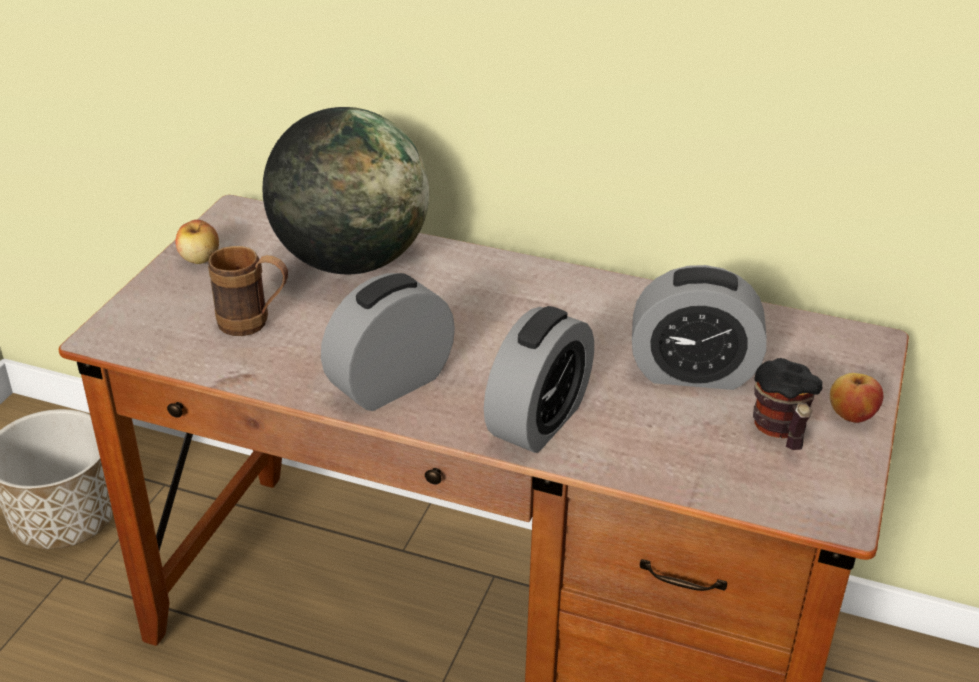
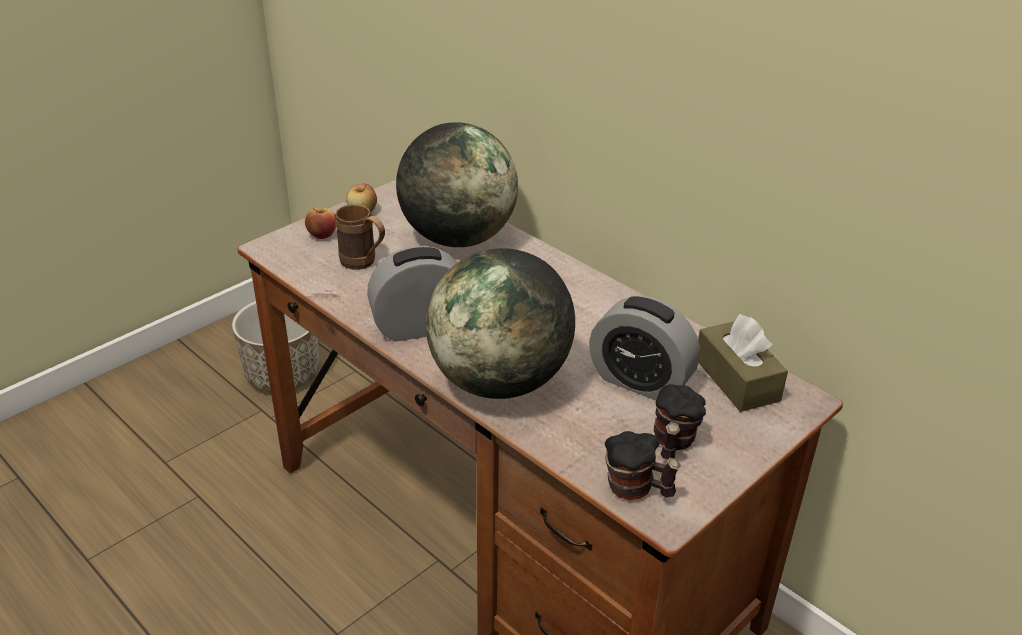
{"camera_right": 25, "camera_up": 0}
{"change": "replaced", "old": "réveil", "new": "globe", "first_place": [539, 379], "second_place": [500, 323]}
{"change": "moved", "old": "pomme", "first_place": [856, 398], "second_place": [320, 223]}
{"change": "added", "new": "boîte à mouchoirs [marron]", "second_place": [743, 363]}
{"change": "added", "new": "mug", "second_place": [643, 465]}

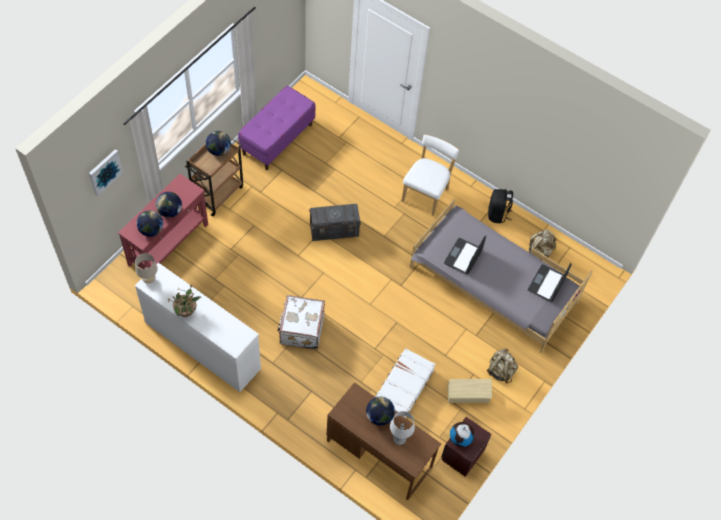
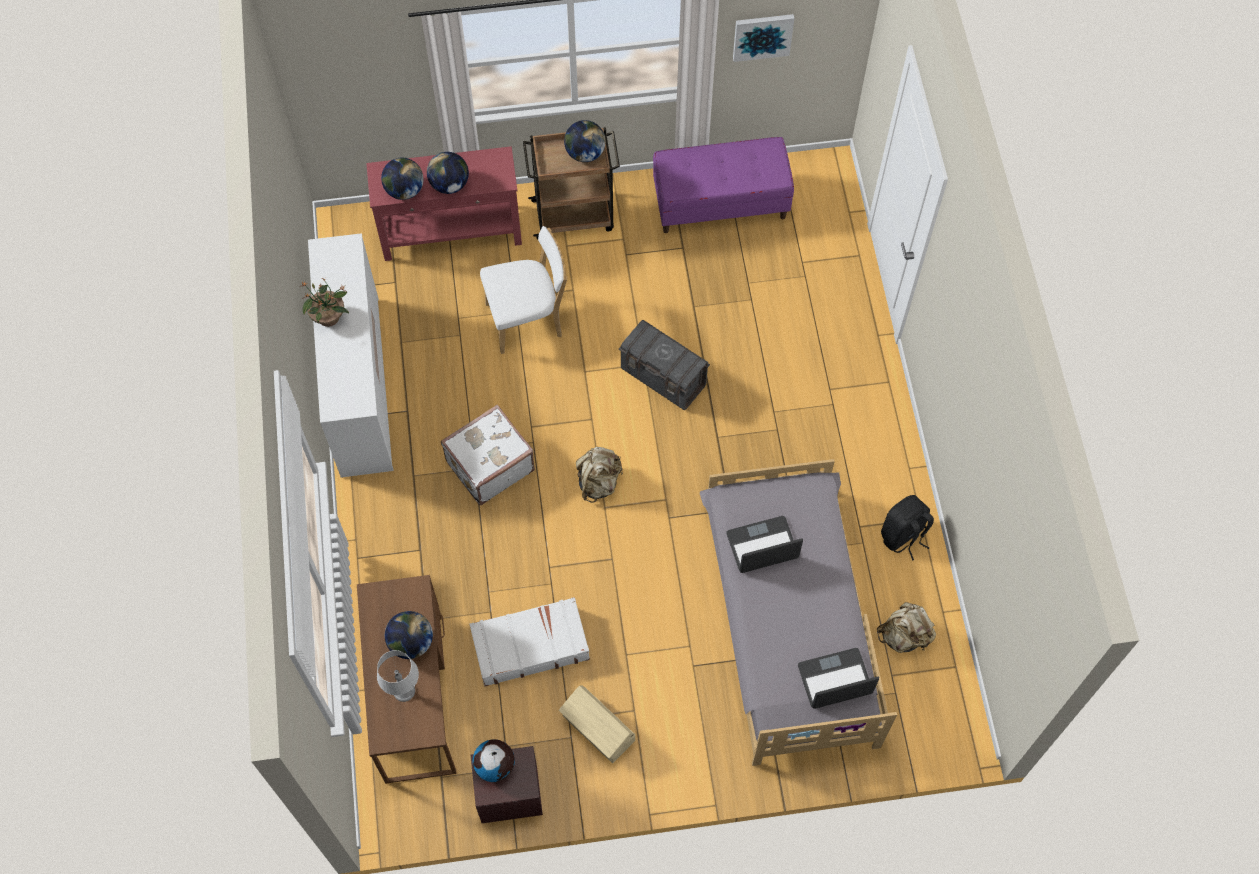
{"camera_right": 50, "camera_up": 5}
{"change": "moved", "old": "chaise [blanc]", "first_place": [430, 175], "second_place": [523, 290]}
{"change": "moved", "old": "tableau", "first_place": [106, 172], "second_place": [763, 38]}
{"change": "removed", "old": "lampe de table [beige]", "first_place": [146, 268]}
{"change": "moved", "old": "sac à dos [beige]", "first_place": [502, 366], "second_place": [599, 475]}

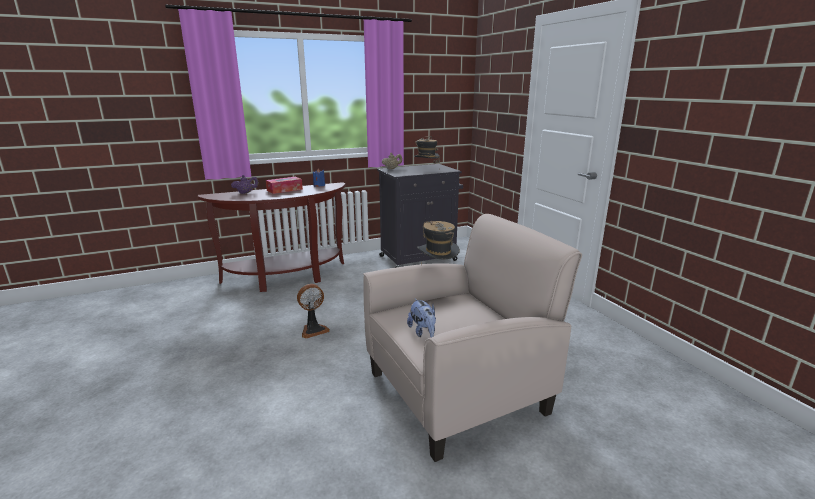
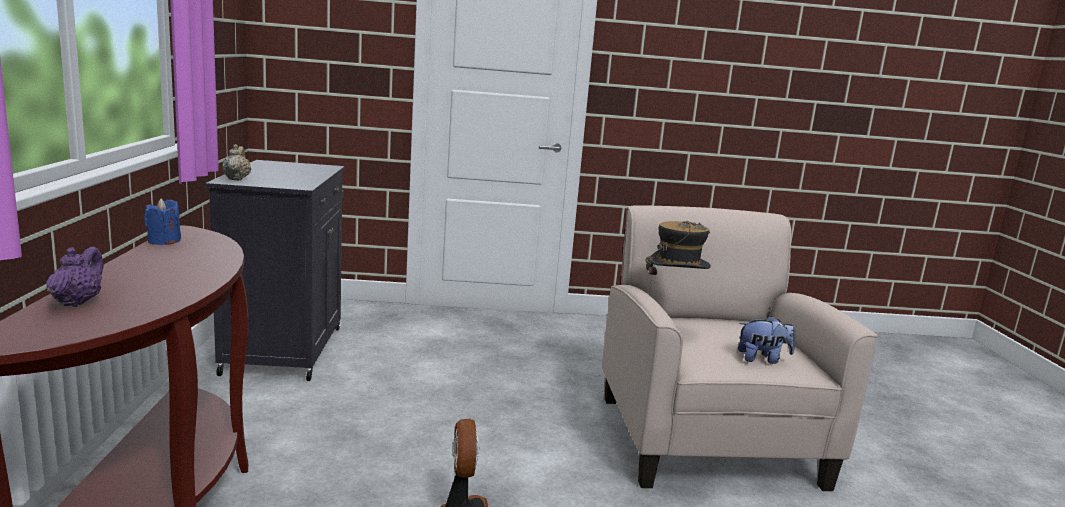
{"camera_right": -70, "camera_up": -5}
{"change": "removed", "old": "chapeau", "first_place": [427, 150]}
{"change": "removed", "old": "boîte à mouchoirs", "first_place": [284, 185]}

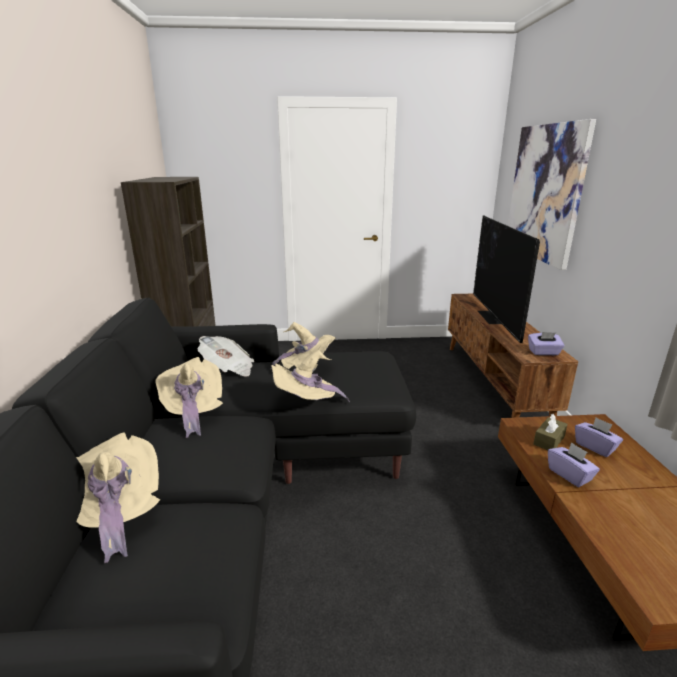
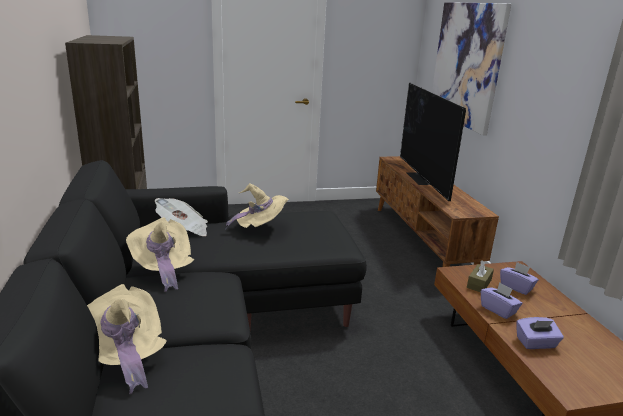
{"camera_right": -10, "camera_up": 0}
{"change": "moved", "old": "boîte à mouchoirs [violet]", "first_place": [546, 343], "second_place": [540, 333]}
{"change": "removed", "old": "chapeau [beige]", "first_place": [310, 376]}

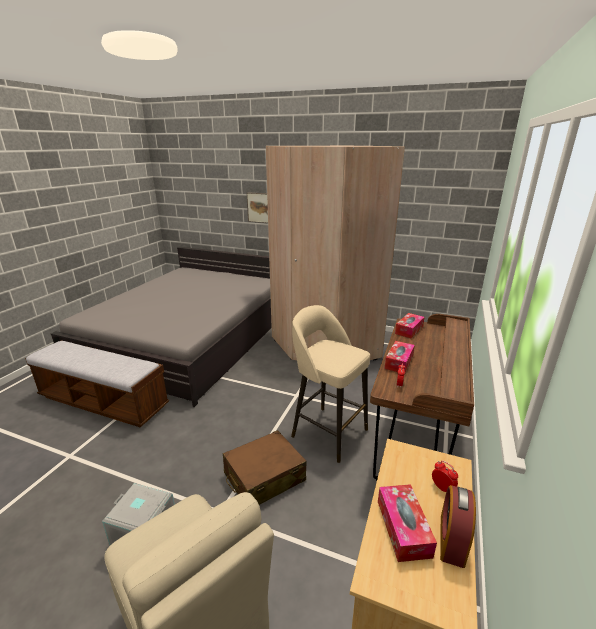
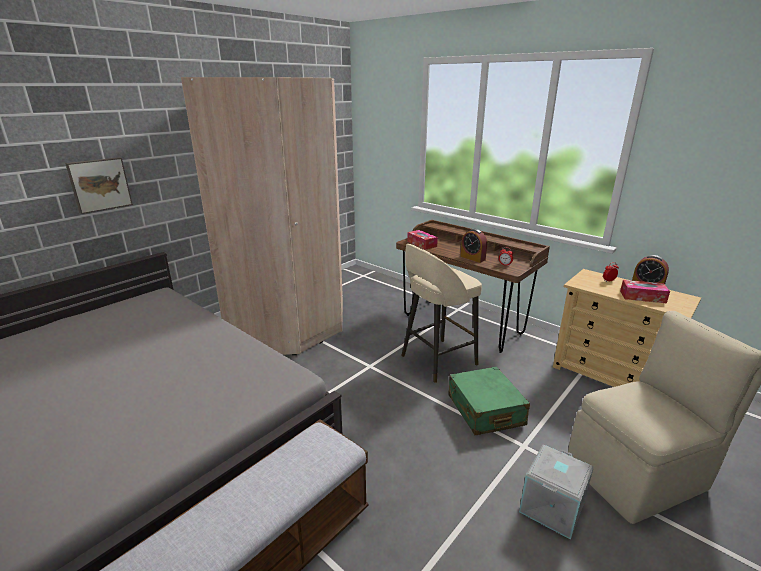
{"camera_right": -70, "camera_up": 0}
{"change": "replaced", "old": "boîte à mouchoirs", "new": "réveil", "first_place": [399, 356], "second_place": [474, 246]}
{"change": "recoloured", "old": "valise [marron]", "new": "valise [vert]", "first_place": [265, 467], "second_place": [489, 400]}

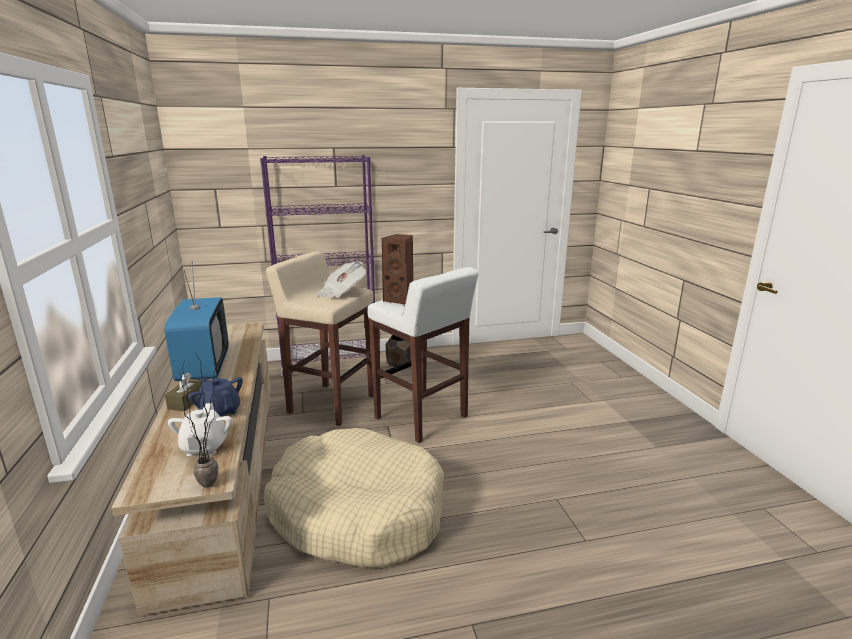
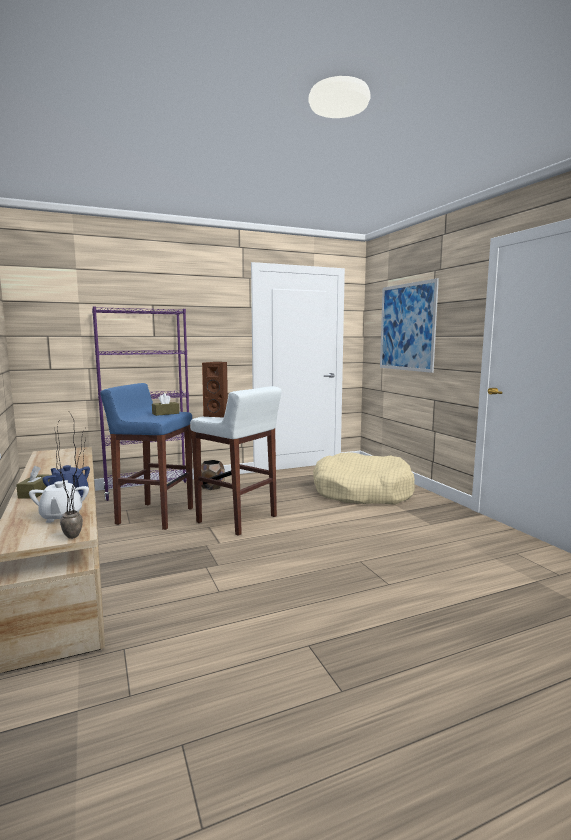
{"camera_right": -10, "camera_up": -10}
{"change": "recoloured", "old": "tabouret [beige]", "new": "tabouret [bleu]", "first_place": [320, 338], "second_place": [146, 456]}
{"change": "replaced", "old": "journal", "new": "boîte à mouchoirs [marron]", "first_place": [341, 279], "second_place": [165, 404]}
{"change": "removed", "old": "téléviseur", "first_place": [197, 321]}
{"change": "moved", "old": "panier pour chien [beige]", "first_place": [354, 498], "second_place": [364, 478]}
{"change": "added", "new": "tableau", "second_place": [409, 325]}

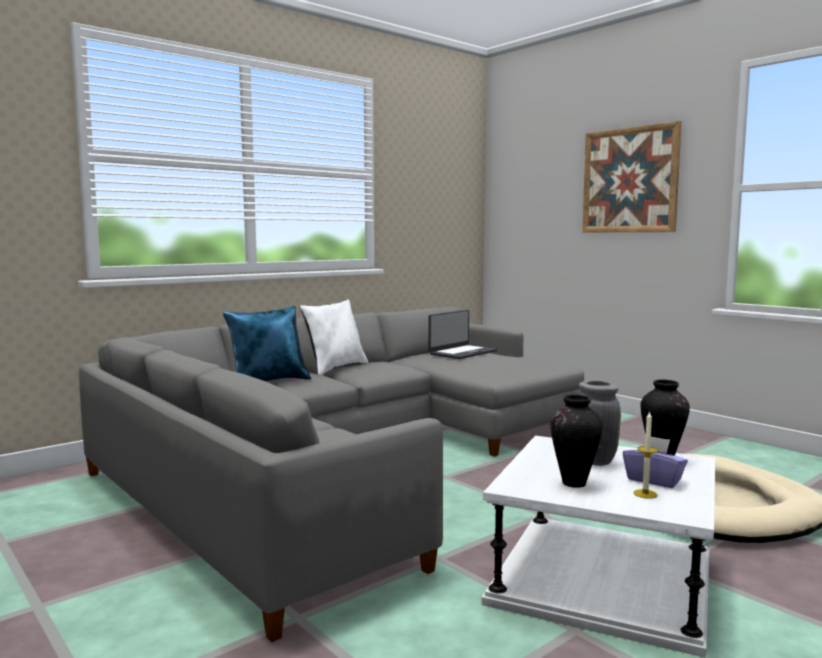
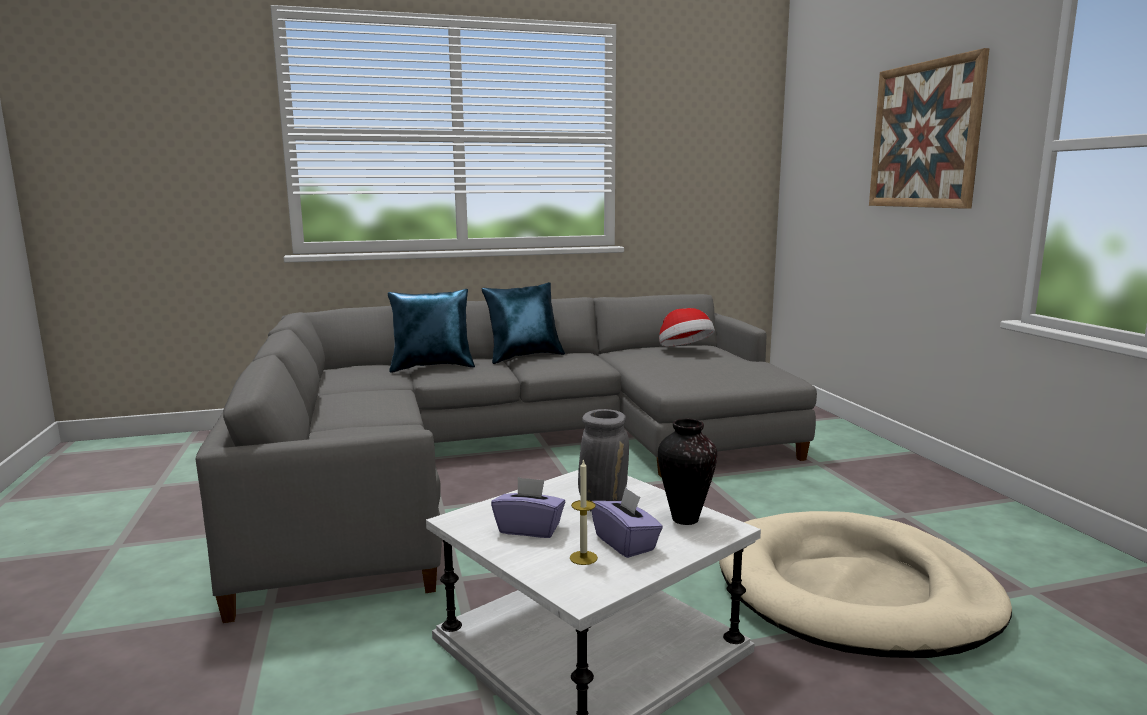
{"camera_right": 25, "camera_up": 5}
{"change": "recoloured", "old": "coussin [blanc]", "new": "coussin [bleu]", "first_place": [334, 338], "second_place": [523, 323]}
{"change": "replaced", "old": "ordinateur portable", "new": "chapeau", "first_place": [462, 334], "second_place": [687, 327]}
{"change": "replaced", "old": "vase", "new": "boîte à mouchoirs [violet]", "first_place": [576, 441], "second_place": [528, 507]}

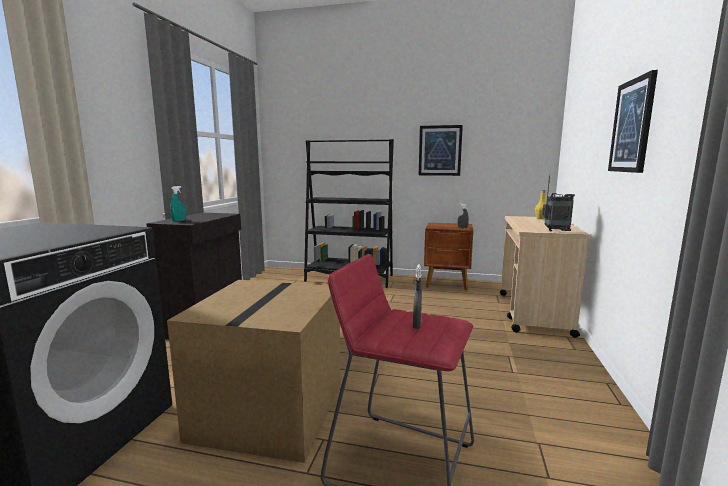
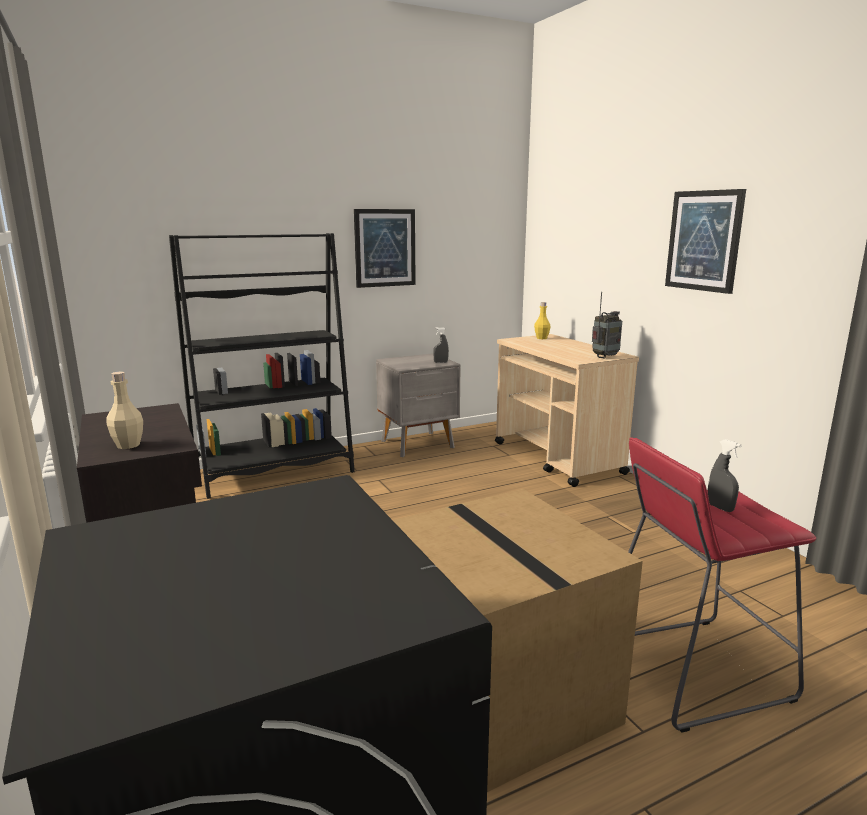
{"camera_right": -40, "camera_up": 5}
{"change": "replaced", "old": "vaporisateur [turquoise]", "new": "bouteille [beige]", "first_place": [178, 204], "second_place": [124, 410]}
{"change": "recoloured", "old": "table de chevet [marron]", "new": "table de chevet [gris]", "first_place": [448, 257], "second_place": [418, 405]}

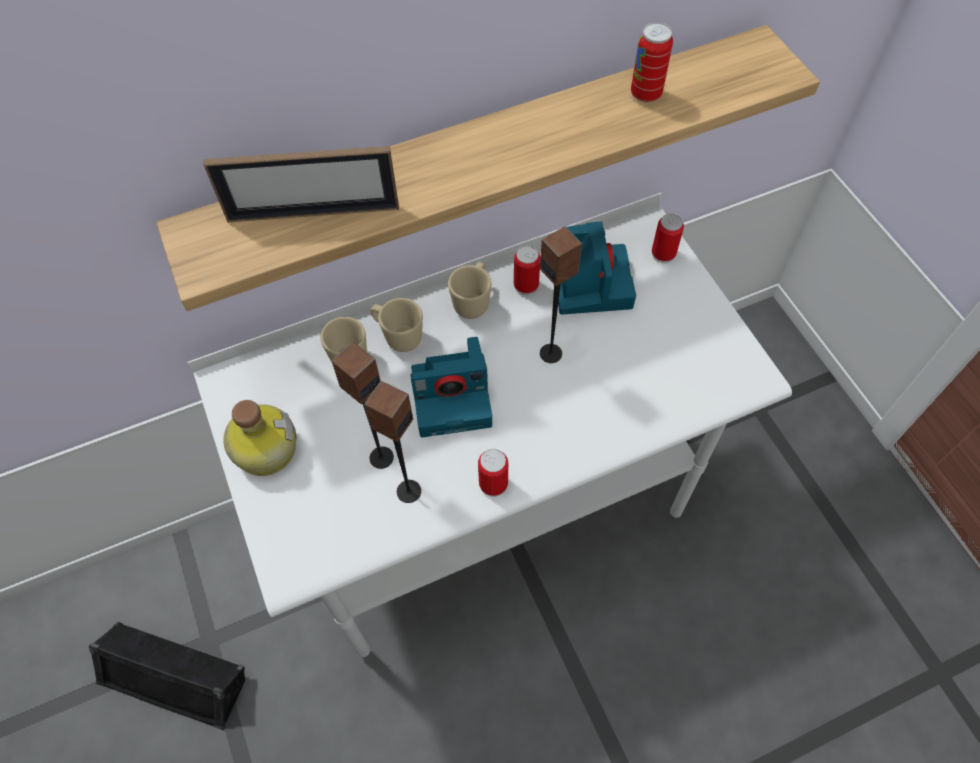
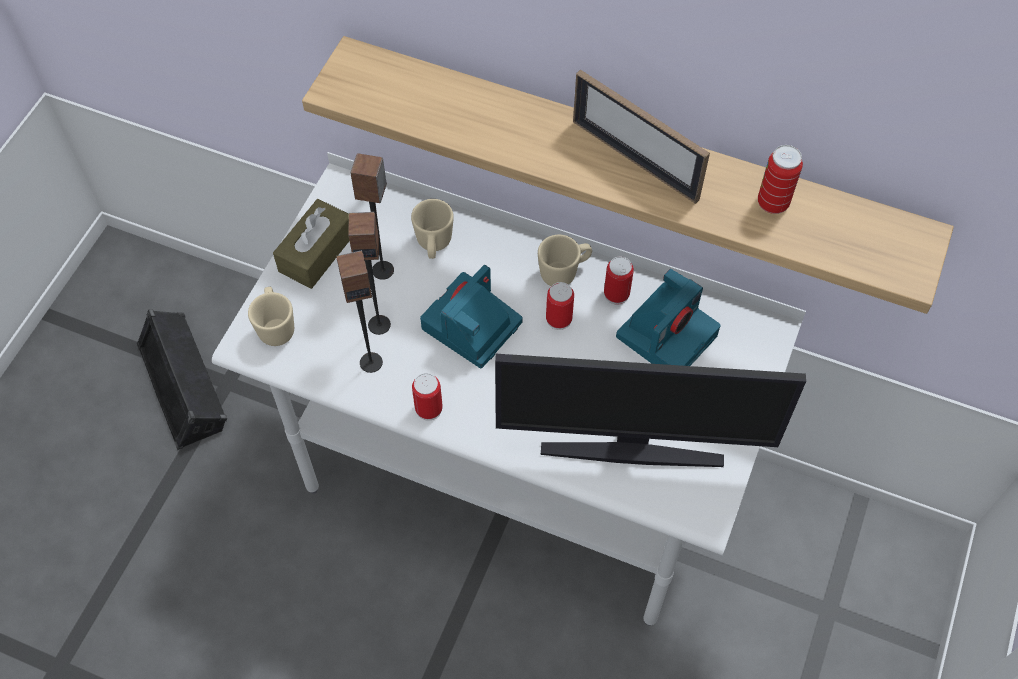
{"camera_right": 45, "camera_up": 0}
{"change": "moved", "old": "cadre photo", "first_place": [301, 184], "second_place": [641, 137]}
{"change": "moved", "old": "boîte métallique", "first_place": [668, 238], "second_place": [560, 306]}
{"change": "moved", "old": "enceinte", "first_place": [561, 294], "second_place": [372, 216]}
{"change": "moved", "old": "mug [beige]", "first_place": [396, 325], "second_place": [271, 316]}
{"change": "turned", "old": "appareil photo", "first_place": [451, 387], "second_place": [471, 316], "degrees": 90}
{"change": "replaced", "old": "bouteille", "new": "boîte à mouchoirs [marron]", "first_place": [260, 438], "second_place": [311, 244]}
{"change": "added", "new": "écran d'ordinateur", "second_place": [650, 410]}

